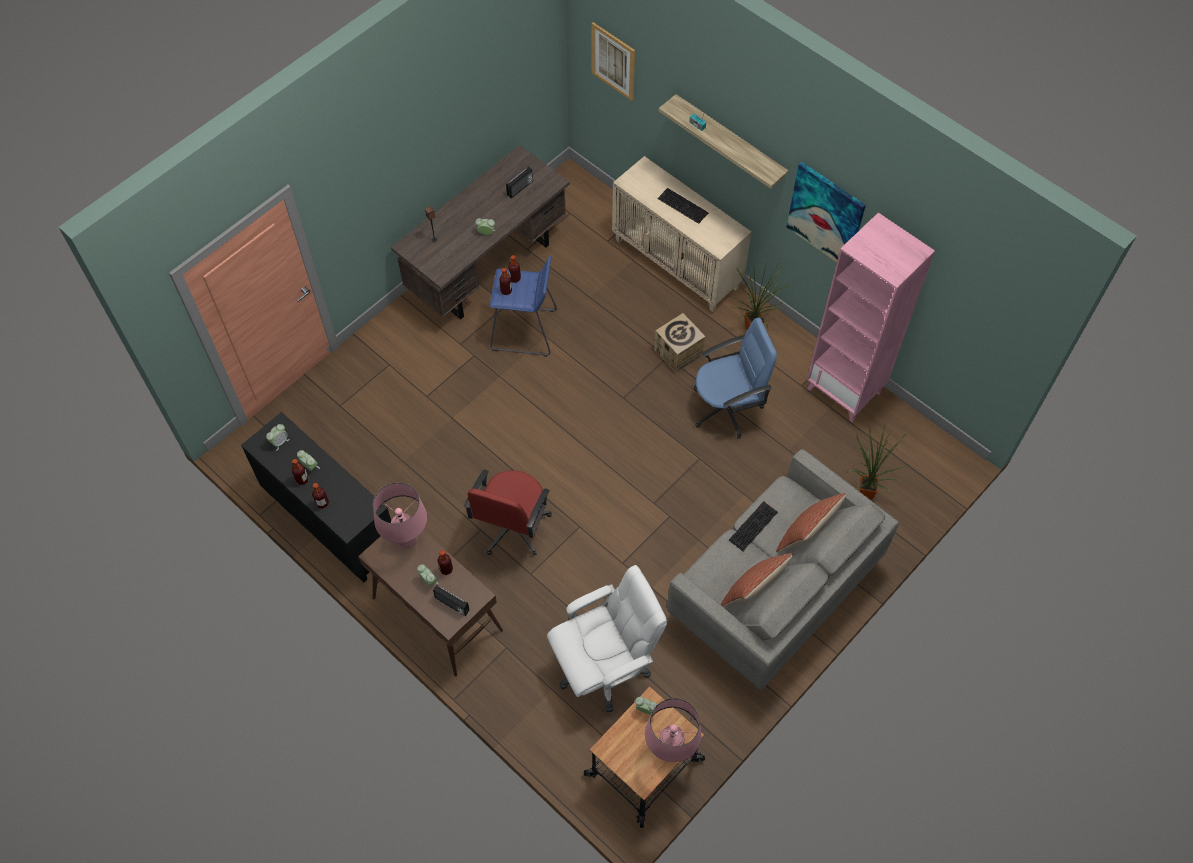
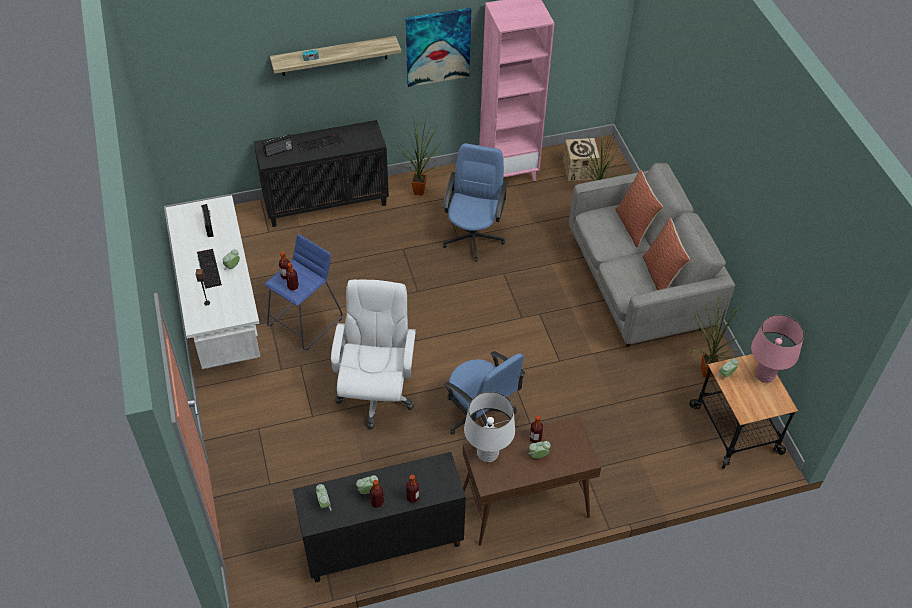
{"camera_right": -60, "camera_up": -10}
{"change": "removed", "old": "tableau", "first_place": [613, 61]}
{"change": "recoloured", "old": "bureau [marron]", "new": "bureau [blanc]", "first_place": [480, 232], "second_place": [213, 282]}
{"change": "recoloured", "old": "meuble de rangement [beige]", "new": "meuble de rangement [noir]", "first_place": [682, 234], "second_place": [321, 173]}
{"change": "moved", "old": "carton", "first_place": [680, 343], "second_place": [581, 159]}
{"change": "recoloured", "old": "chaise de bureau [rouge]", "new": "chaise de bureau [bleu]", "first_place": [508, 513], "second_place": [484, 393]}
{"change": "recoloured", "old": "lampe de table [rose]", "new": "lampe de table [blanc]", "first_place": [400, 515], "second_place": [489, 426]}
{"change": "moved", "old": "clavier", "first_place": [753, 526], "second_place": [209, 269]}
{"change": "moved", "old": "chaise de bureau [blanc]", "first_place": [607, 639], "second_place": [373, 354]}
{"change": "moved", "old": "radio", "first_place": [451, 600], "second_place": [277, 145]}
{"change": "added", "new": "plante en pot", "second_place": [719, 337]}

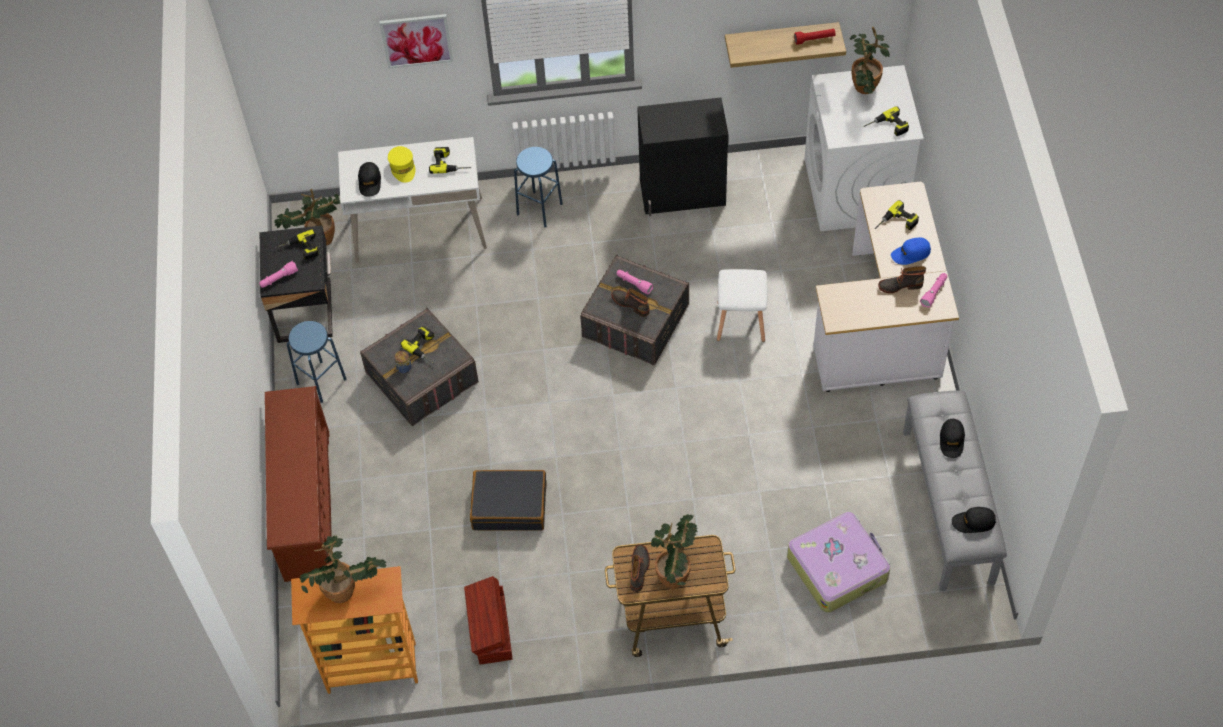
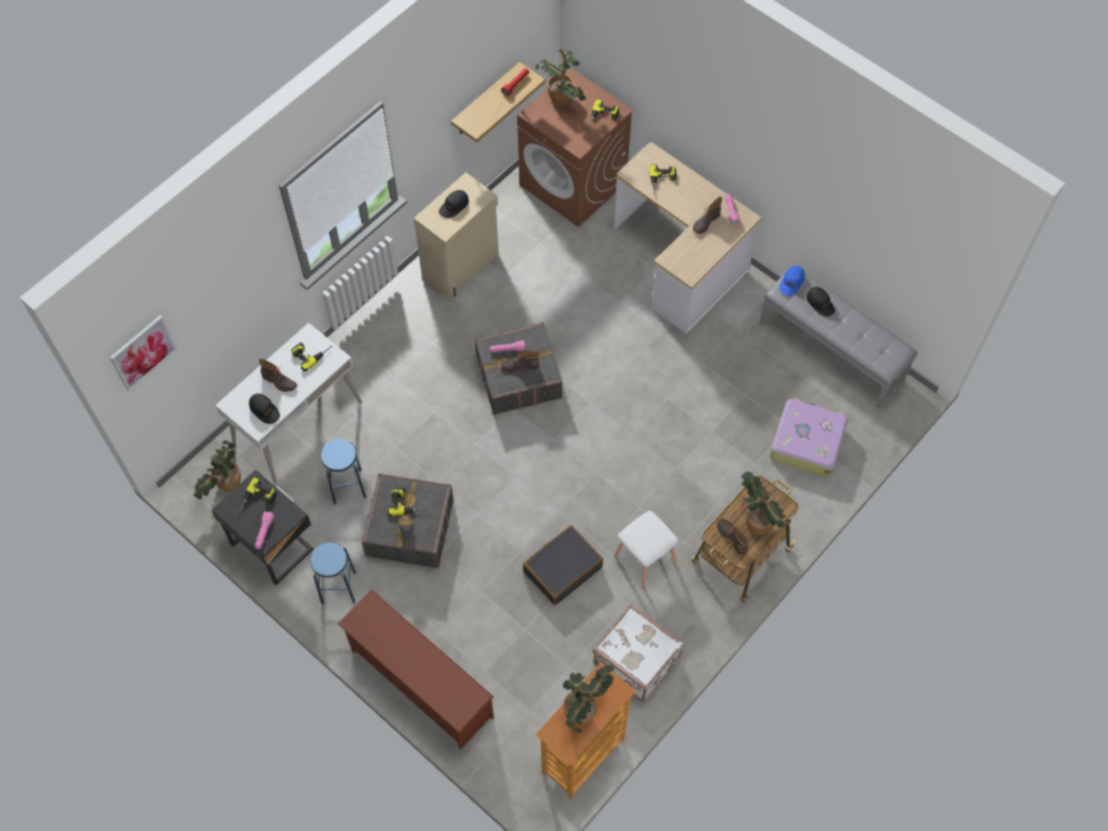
{"camera_right": -45, "camera_up": 5}
{"change": "moved", "old": "tableau", "first_place": [416, 41], "second_place": [143, 353]}
{"change": "recoloured", "old": "lave-linge [blanc]", "new": "lave-linge [marron]", "first_place": [864, 148], "second_place": [575, 147]}
{"change": "recoloured", "old": "meuble de rangement [noir]", "new": "meuble de rangement [beige]", "first_place": [683, 157], "second_place": [456, 235]}
{"change": "replaced", "old": "casquette [jaune]", "new": "botte", "first_place": [401, 164], "second_place": [278, 375]}
{"change": "moved", "old": "tabouret [bleu]", "first_place": [538, 187], "second_place": [343, 471]}
{"change": "moved", "old": "casquette [bleu]", "first_place": [911, 251], "second_place": [792, 281]}
{"change": "moved", "old": "tabouret [blanc]", "first_place": [742, 305], "second_place": [646, 549]}
{"change": "moved", "old": "casquette [noir]", "first_place": [974, 520], "second_place": [454, 204]}
{"change": "replaced", "old": "boîte de rangement [marron]", "new": "valise [blanc]", "first_place": [488, 620], "second_place": [638, 653]}

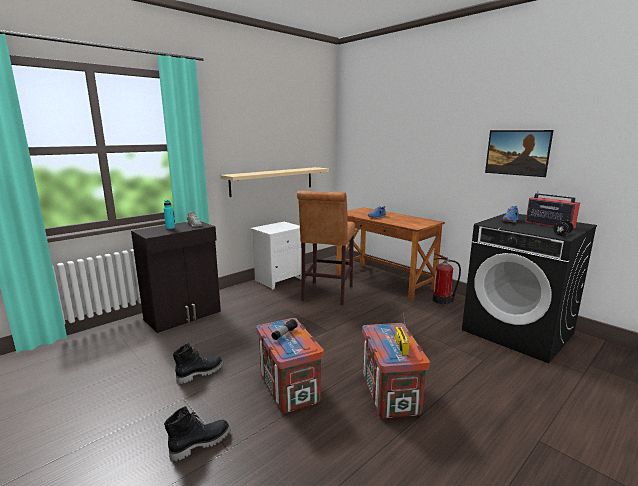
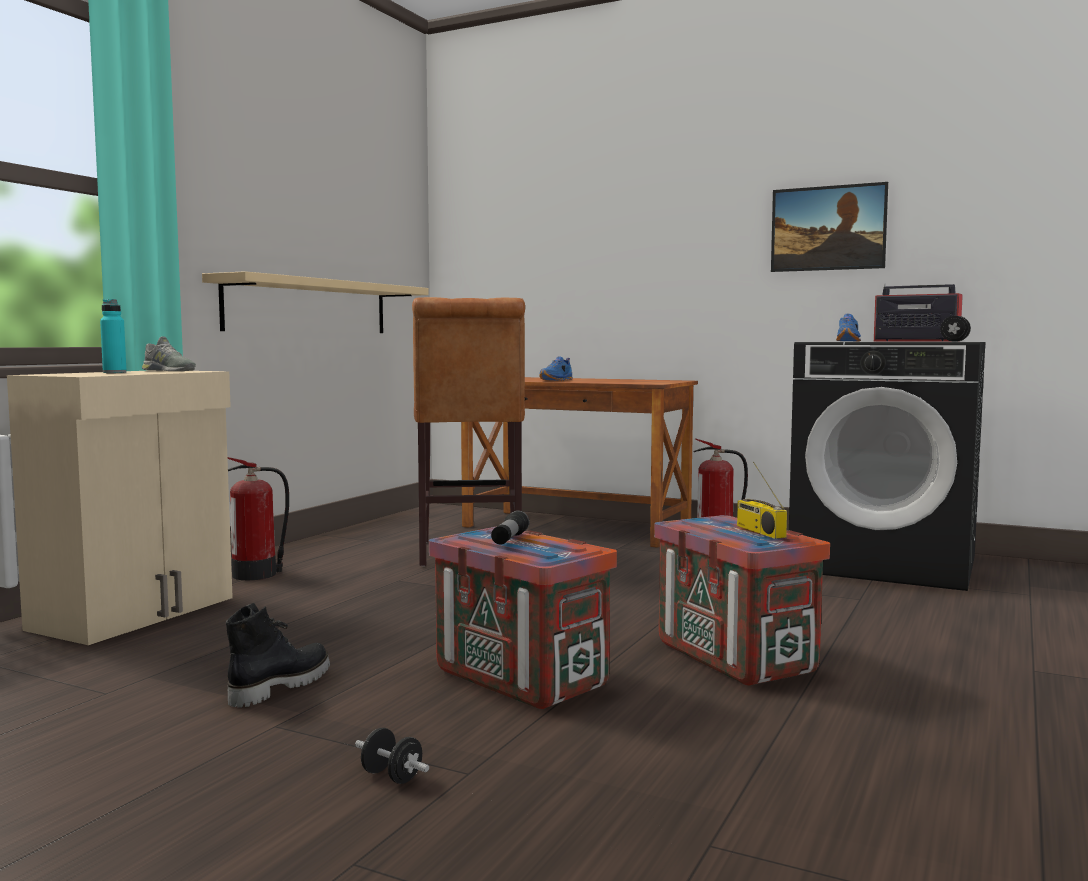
{"camera_right": -20, "camera_up": -10}
{"change": "recoloured", "old": "meuble de rangement [noir]", "new": "meuble de rangement [beige]", "first_place": [176, 277], "second_place": [120, 507]}
{"change": "removed", "old": "table de chevet [blanc]", "first_place": [276, 256]}
{"change": "replaced", "old": "botte [noir]", "new": "haltère [noir]", "first_place": [197, 434], "second_place": [392, 756]}
{"change": "added", "new": "extincteur", "second_place": [258, 518]}

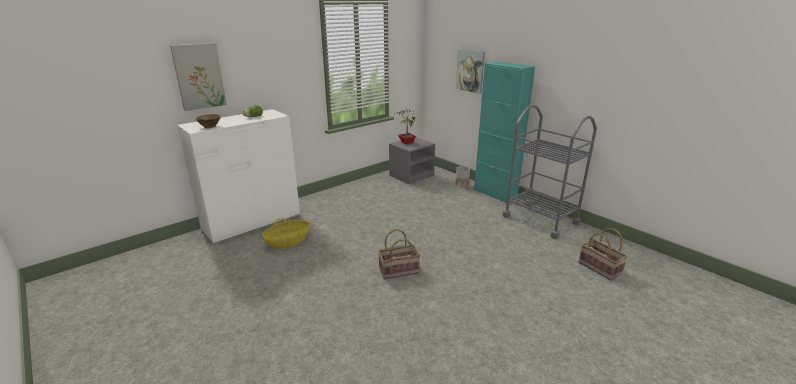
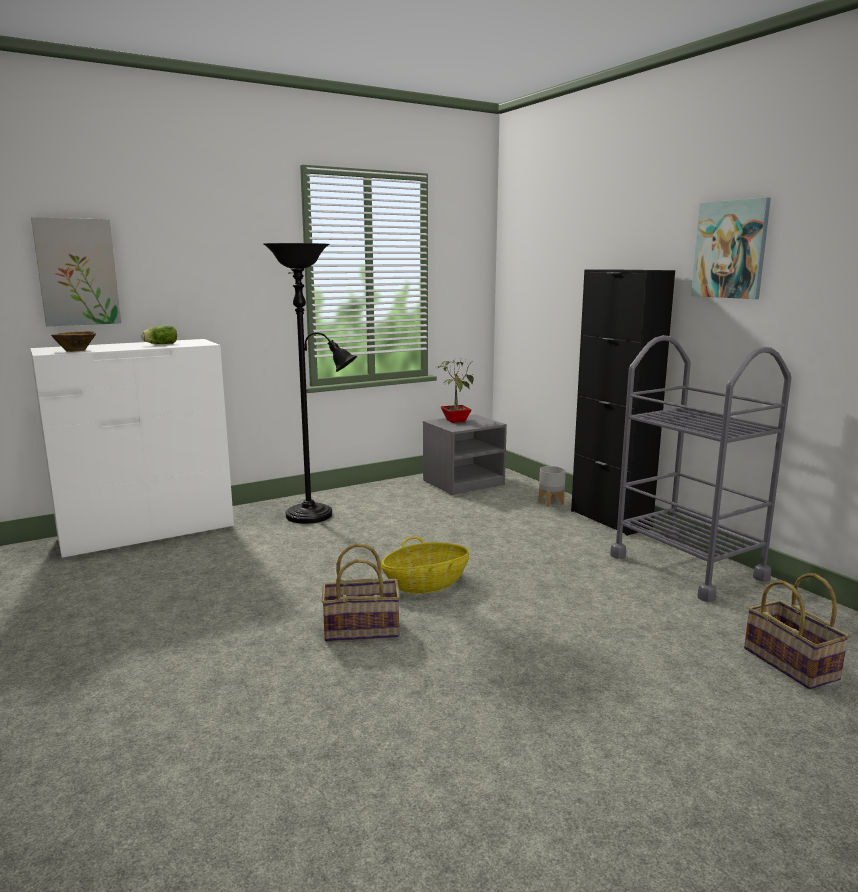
{"camera_right": 10, "camera_up": -10}
{"change": "moved", "old": "tableau", "first_place": [470, 71], "second_place": [731, 248]}
{"change": "recoloured", "old": "meuble de rangement [turquoise]", "new": "meuble de rangement [noir]", "first_place": [504, 132], "second_place": [623, 402]}
{"change": "moved", "old": "panier", "first_place": [286, 233], "second_place": [425, 565]}
{"change": "added", "new": "lampadaire [noir]", "second_place": [310, 383]}

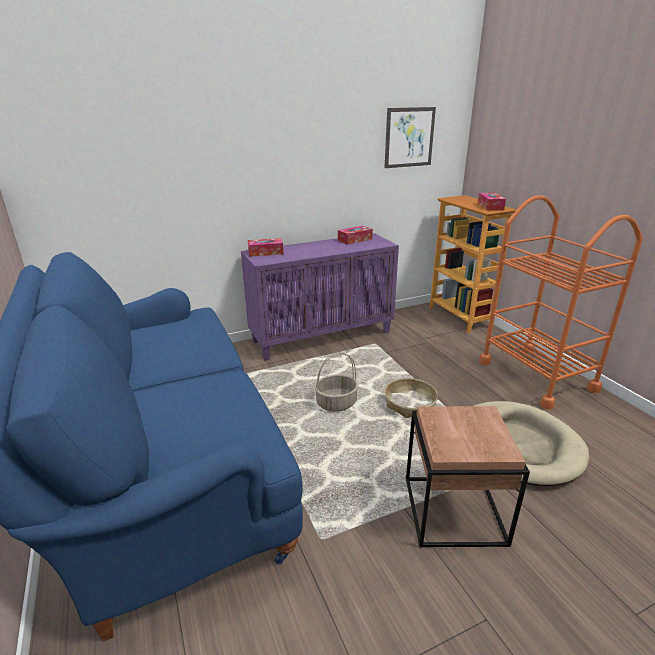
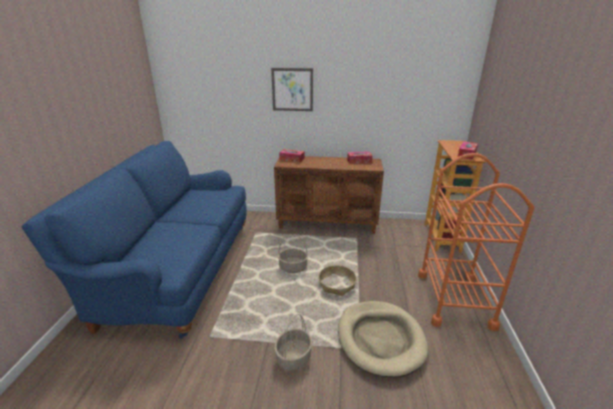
{"camera_right": 30, "camera_up": 0}
{"change": "moved", "old": "tableau", "first_place": [410, 137], "second_place": [292, 89]}
{"change": "recoloured", "old": "meuble de rangement [violet]", "new": "meuble de rangement [marron]", "first_place": [320, 296], "second_place": [329, 195]}
{"change": "replaced", "old": "table d'appoint [marron]", "new": "panier", "first_place": [468, 477], "second_place": [293, 342]}

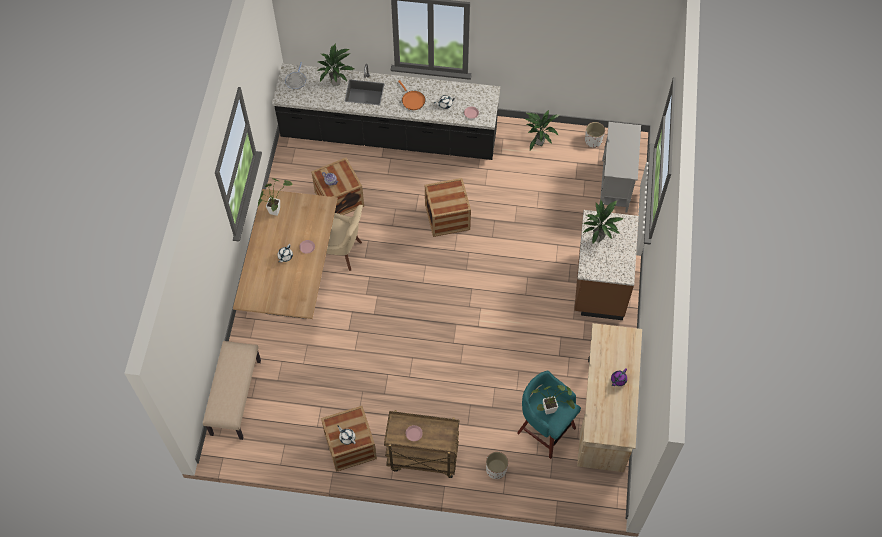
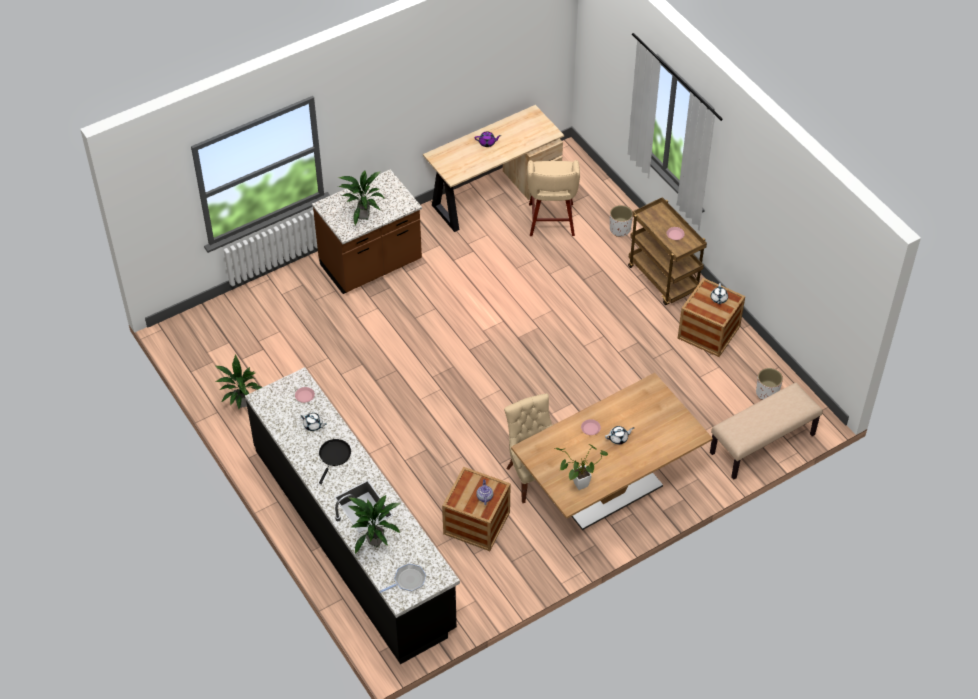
{"camera_right": -130, "camera_up": -10}
{"change": "recoloured", "old": "poêle [orange]", "new": "poêle [noir]", "first_place": [411, 95], "second_place": [335, 461]}
{"change": "moved", "old": "cache-pot [blanc]", "first_place": [595, 135], "second_place": [769, 384]}
{"change": "removed", "old": "meuble de rangement [gris]", "first_place": [620, 167]}
{"change": "removed", "old": "caisse", "first_place": [448, 207]}
{"change": "recoloured", "old": "tabouret [turquoise]", "new": "tabouret [beige]", "first_place": [549, 415], "second_place": [553, 198]}
{"change": "removed", "old": "plante en pot", "first_place": [553, 400]}

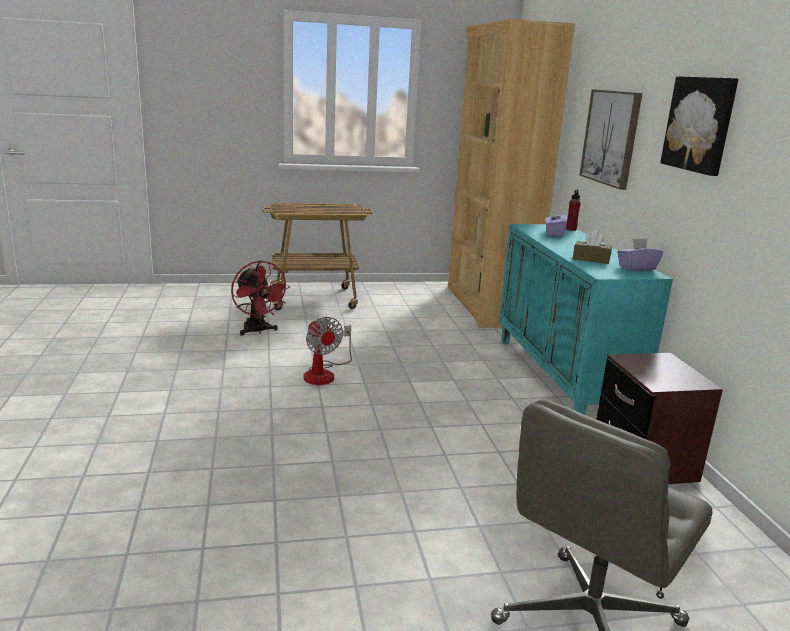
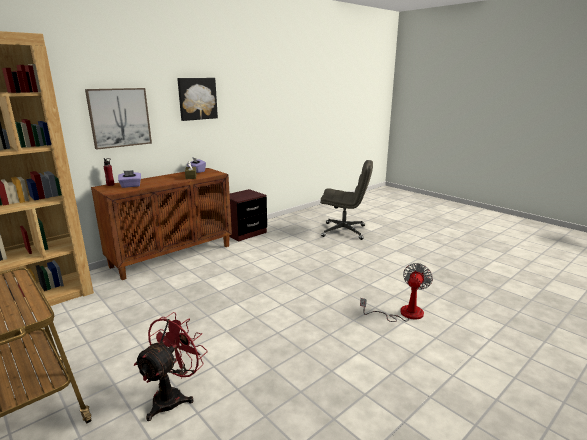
{"camera_right": -120, "camera_up": 0}
{"change": "recoloured", "old": "meuble de rangement [turquoise]", "new": "meuble de rangement [marron]", "first_place": [586, 319], "second_place": [161, 224]}
{"change": "moved", "old": "ventilateur", "first_place": [327, 351], "second_place": [396, 292]}

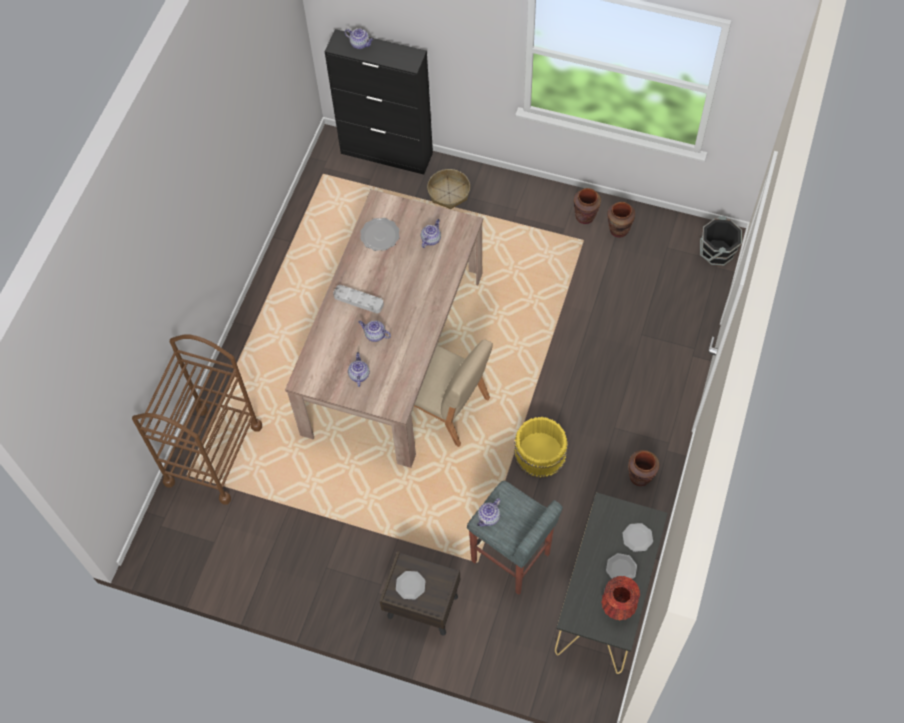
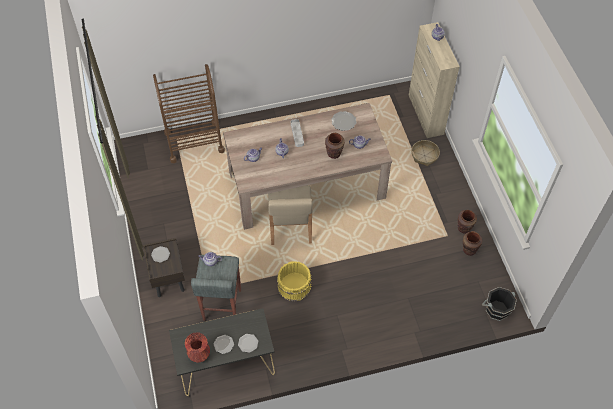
{"camera_right": 55, "camera_up": -5}
{"change": "recoloured", "old": "meuble de rangement [noir]", "new": "meuble de rangement [beige]", "first_place": [378, 102], "second_place": [434, 80]}
{"change": "moved", "old": "vase [marron]", "first_place": [643, 468], "second_place": [335, 146]}

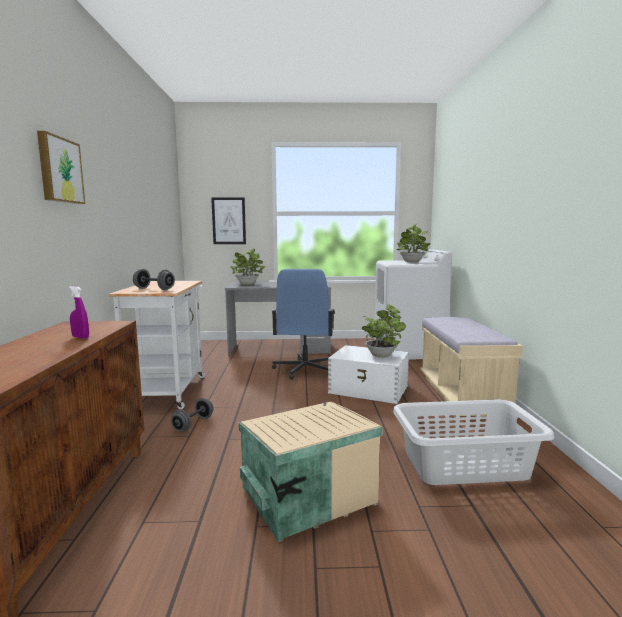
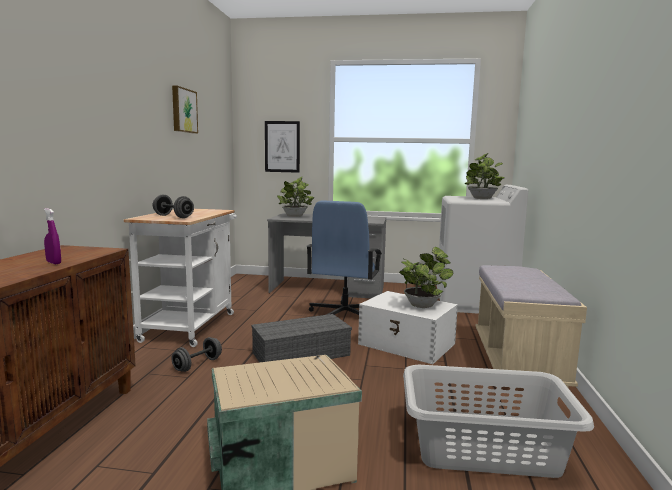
{"camera_right": 10, "camera_up": 0}
{"change": "moved", "old": "tableau", "first_place": [61, 167], "second_place": [185, 110]}
{"change": "added", "new": "boîte de rangement [gris]", "second_place": [301, 338]}

